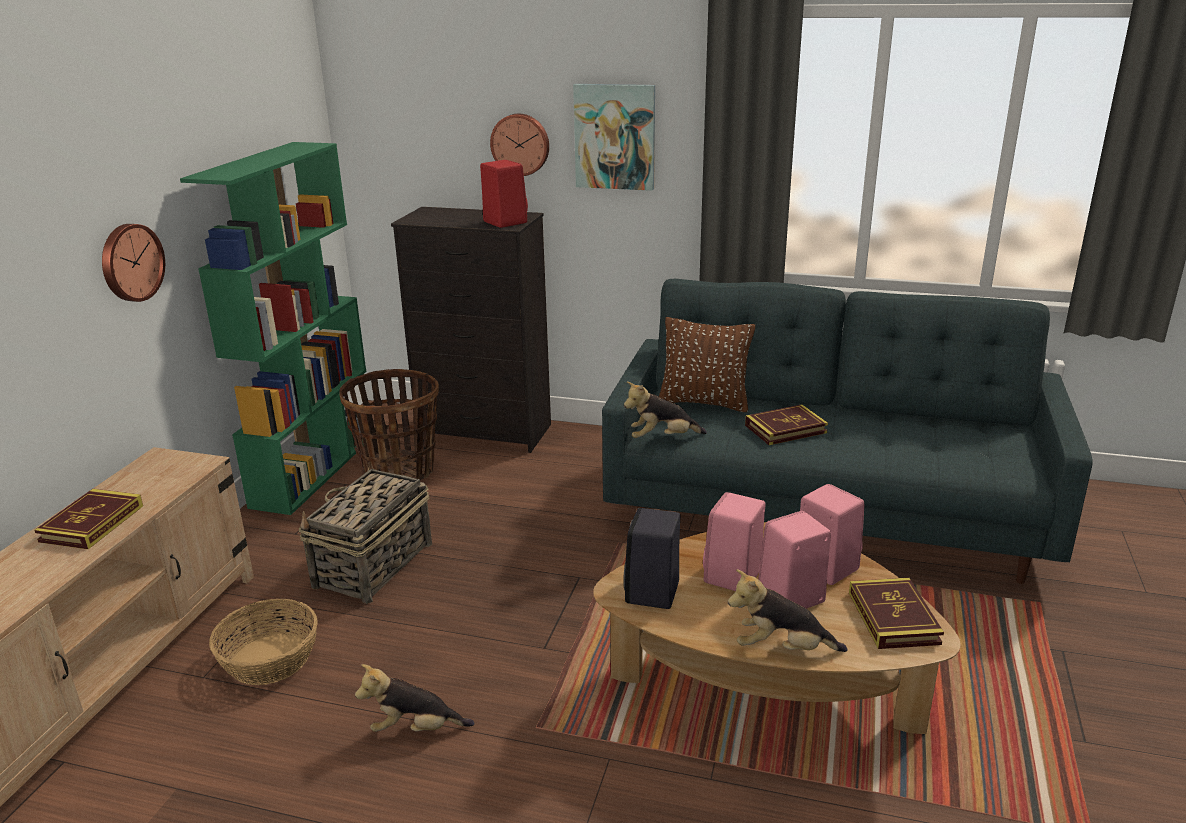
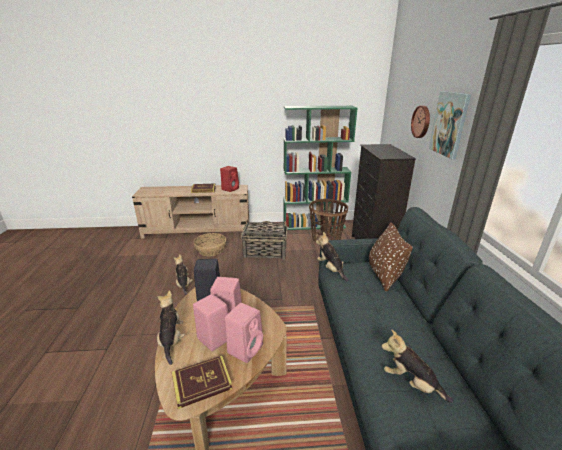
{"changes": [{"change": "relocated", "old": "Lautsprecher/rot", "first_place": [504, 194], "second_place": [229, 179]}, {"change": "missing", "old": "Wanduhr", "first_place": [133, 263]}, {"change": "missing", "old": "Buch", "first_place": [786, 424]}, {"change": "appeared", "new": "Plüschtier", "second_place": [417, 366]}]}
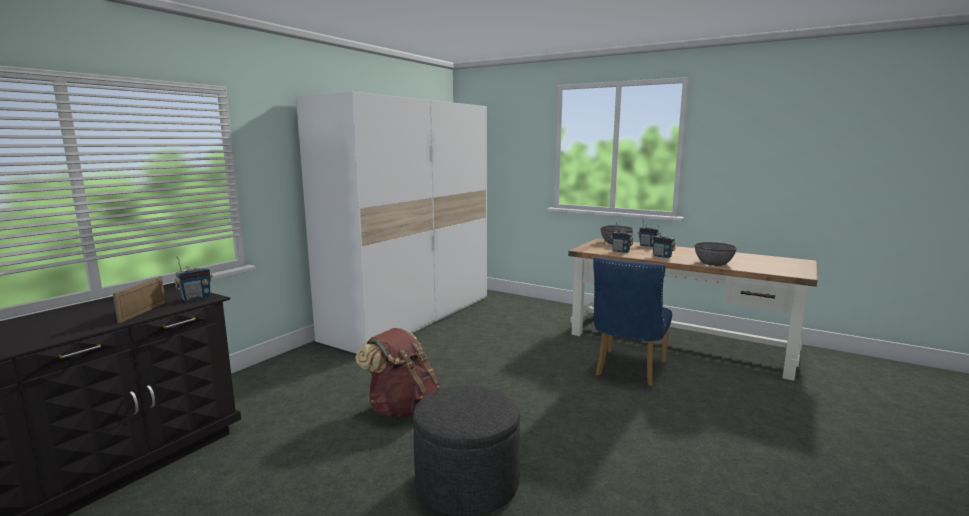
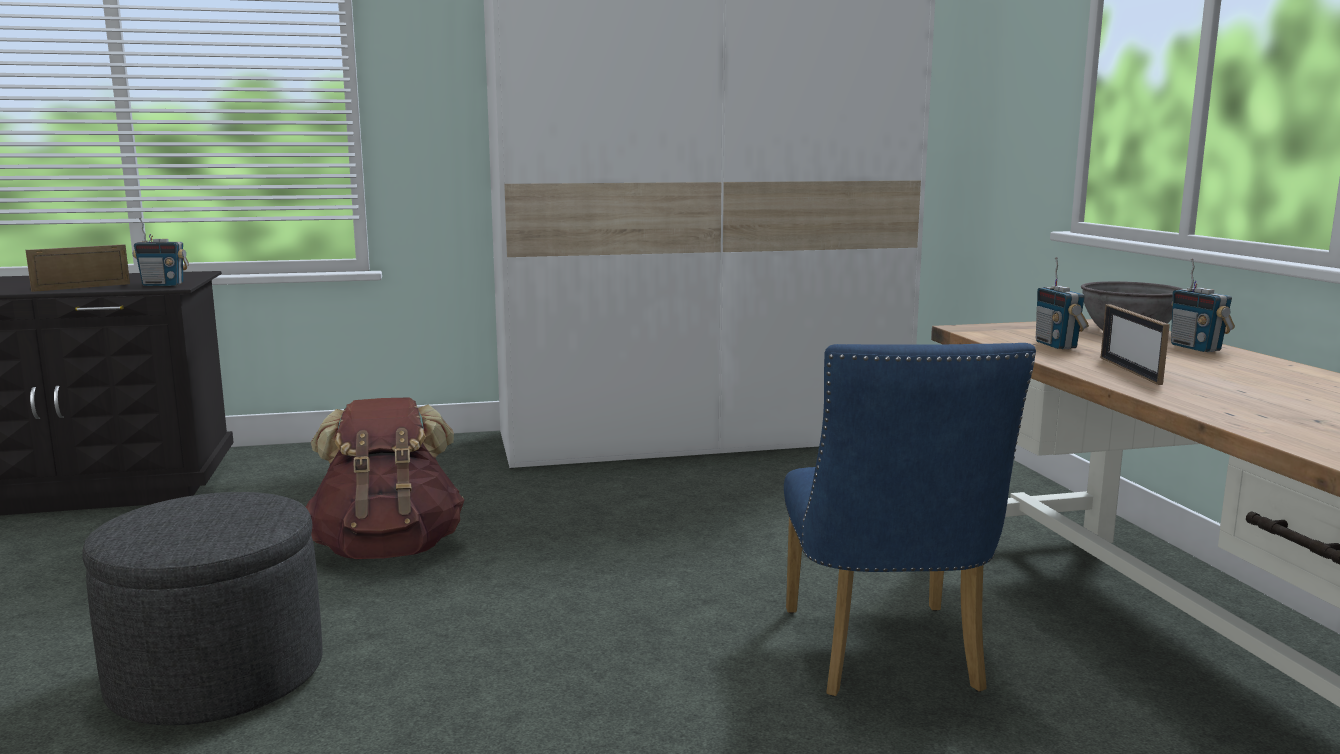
{"changes": [{"change": "exchanged", "old": "Radio", "new": "Bilderrahmen", "first_place": [663, 241], "second_place": [1135, 344]}, {"change": "missing", "old": "Schüssel/grau", "first_place": [715, 254]}, {"change": "spun", "old": "Stuhl/blau", "first_place": [632, 321], "second_place": [910, 519], "degrees": -75}]}
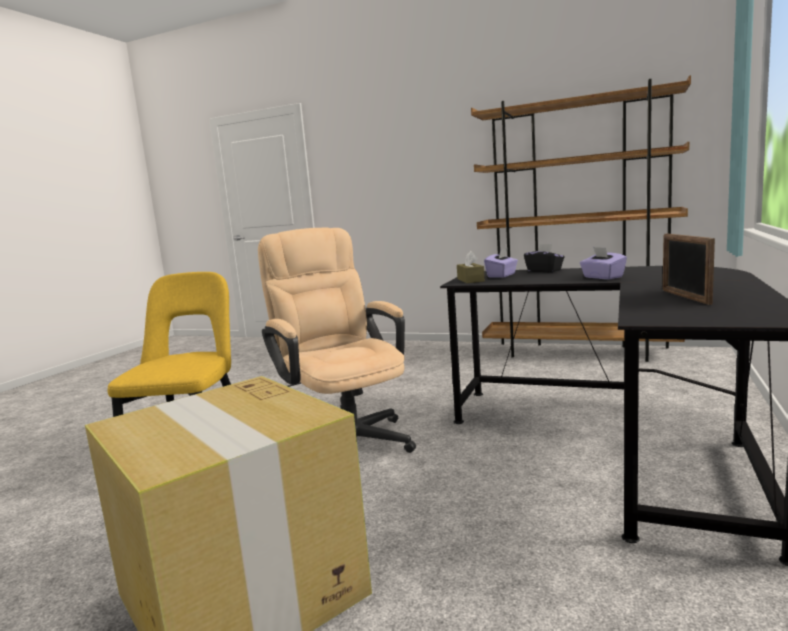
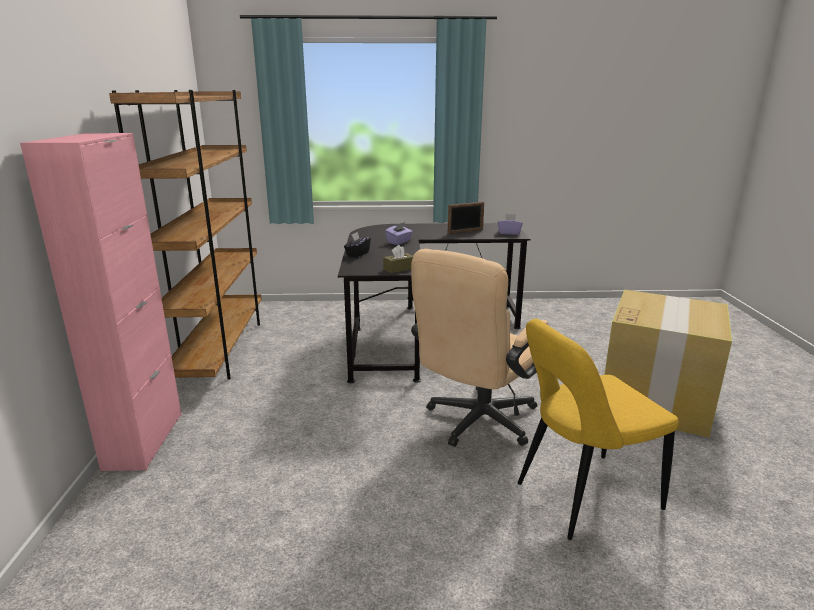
{"changes": [{"change": "relocated", "old": "Taschentuchbox/lila", "first_place": [501, 263], "second_place": [510, 224]}, {"change": "appeared", "new": "Schrank/rosa", "second_place": [101, 302]}]}
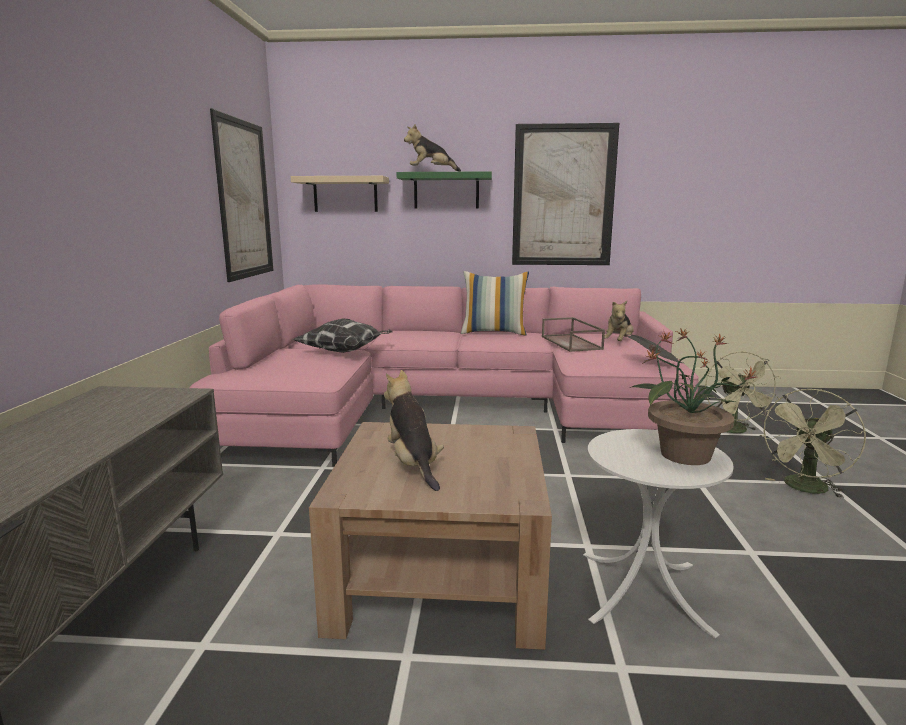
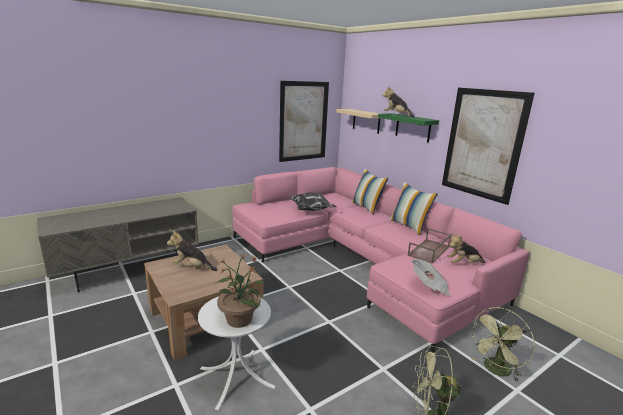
{"changes": [{"change": "spun", "old": "Plüschtier", "first_place": [414, 430], "second_place": [192, 251], "degrees": -105}, {"change": "appeared", "new": "Kissen", "second_place": [370, 192]}]}
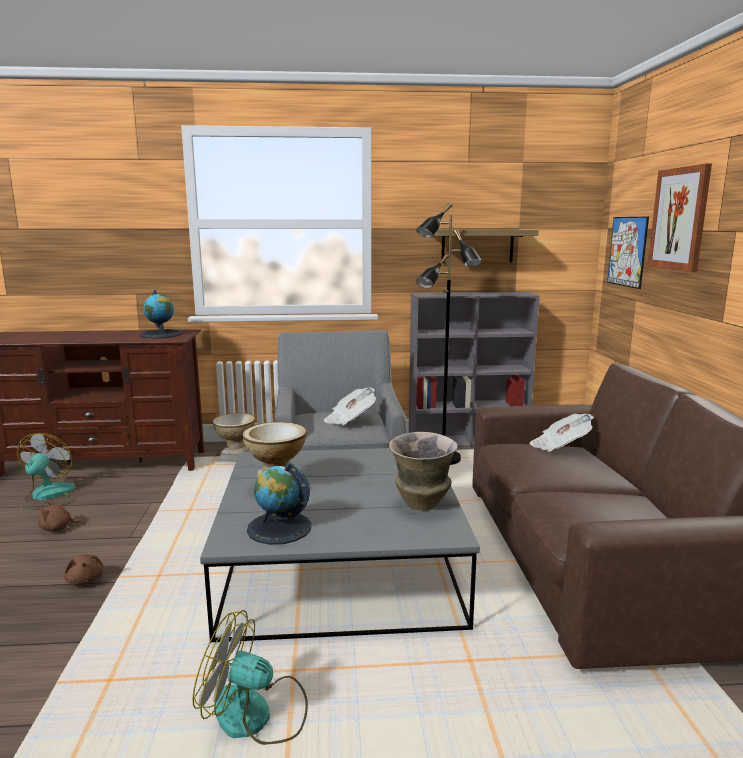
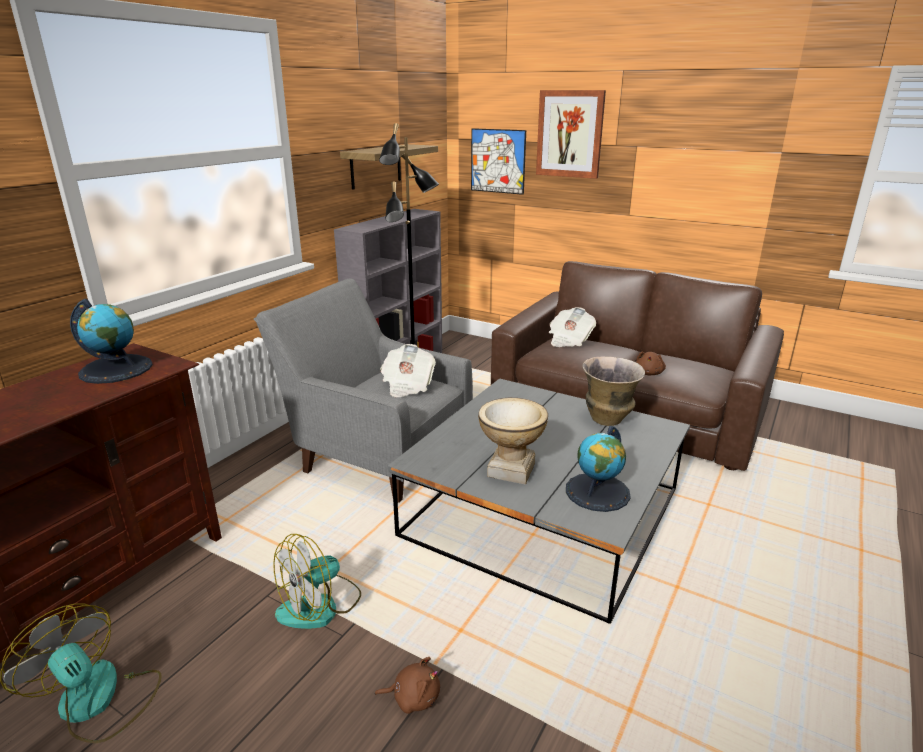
{"changes": [{"change": "missing", "old": "Vase", "first_place": [233, 437]}, {"change": "relocated", "old": "Plüschtier/braun", "first_place": [61, 516], "second_place": [651, 363]}, {"change": "relocated", "old": "Ventilator", "first_place": [250, 677], "second_place": [317, 581]}]}
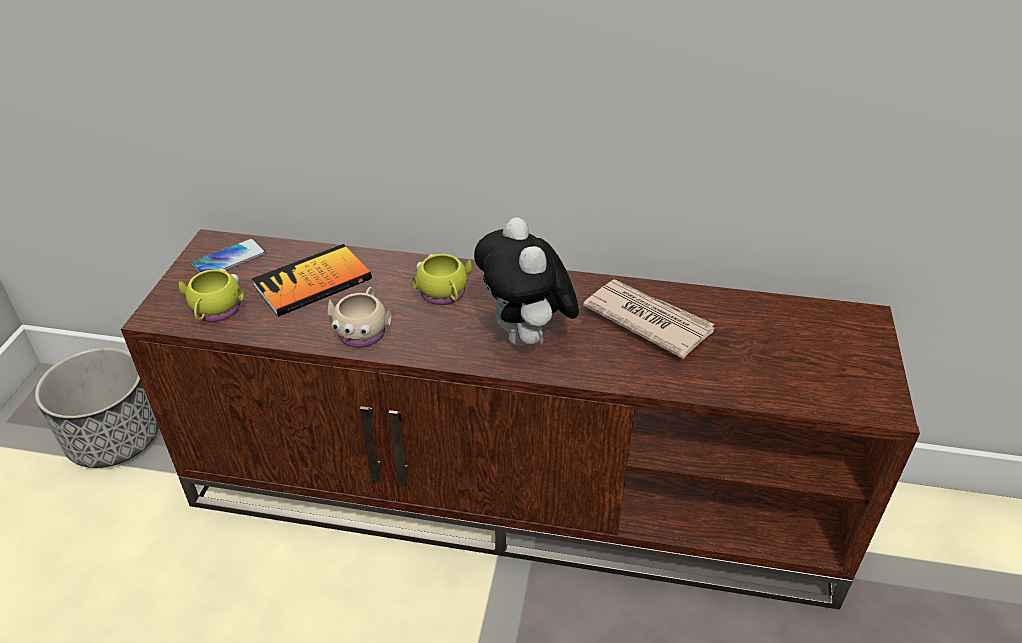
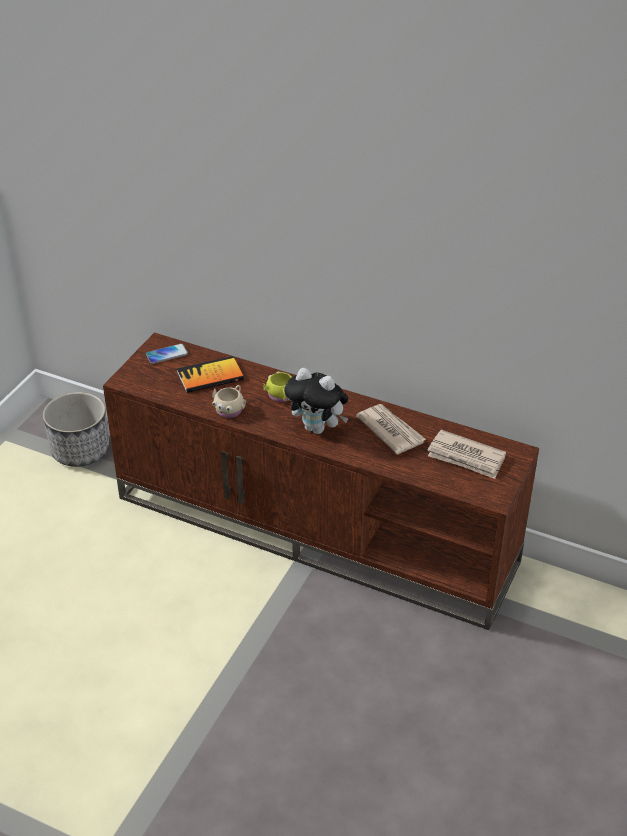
{"changes": [{"change": "spun", "old": "Plüschtier", "first_place": [526, 282], "second_place": [317, 401], "degrees": -60}, {"change": "missing", "old": "Henkelbecher/gelb", "first_place": [211, 295]}, {"change": "appeared", "new": "Zeitung", "second_place": [466, 454]}]}
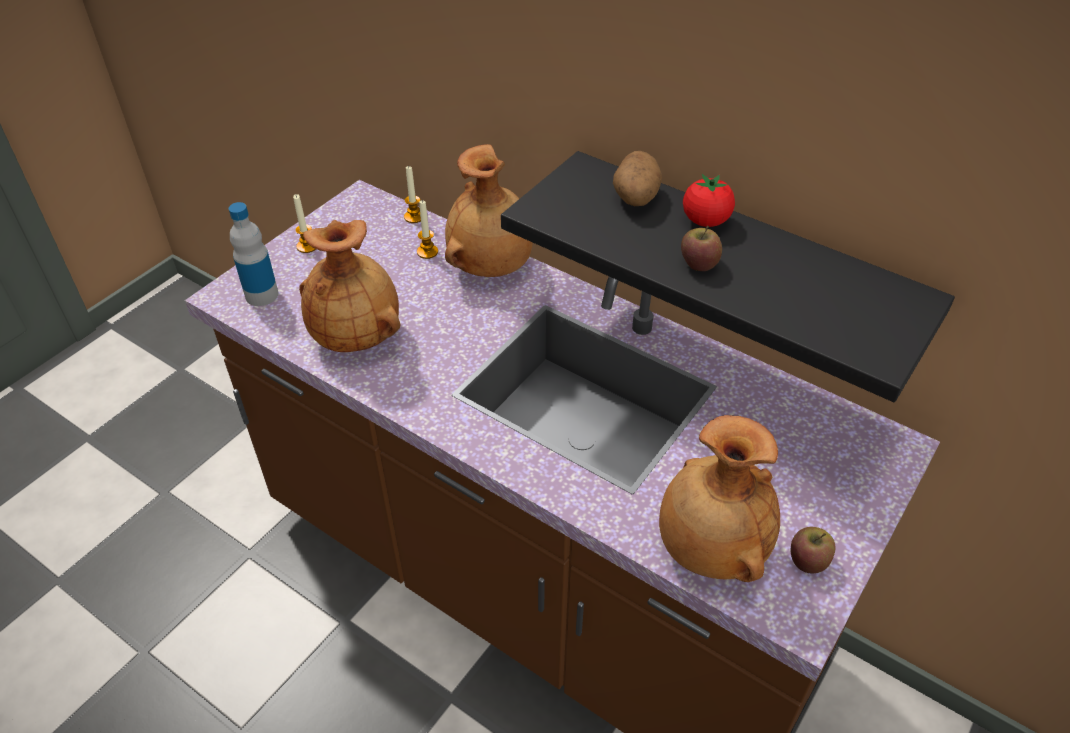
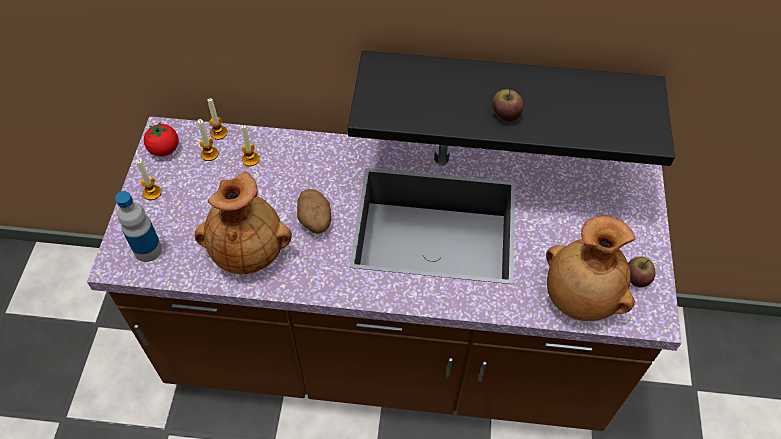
{"changes": [{"change": "missing", "old": "Vase/braun", "first_place": [489, 210]}, {"change": "relocated", "old": "Kartoffel", "first_place": [638, 178], "second_place": [314, 211]}, {"change": "relocated", "old": "Tomate", "first_place": [709, 200], "second_place": [161, 139]}, {"change": "appeared", "new": "Kerze", "second_place": [208, 140]}]}
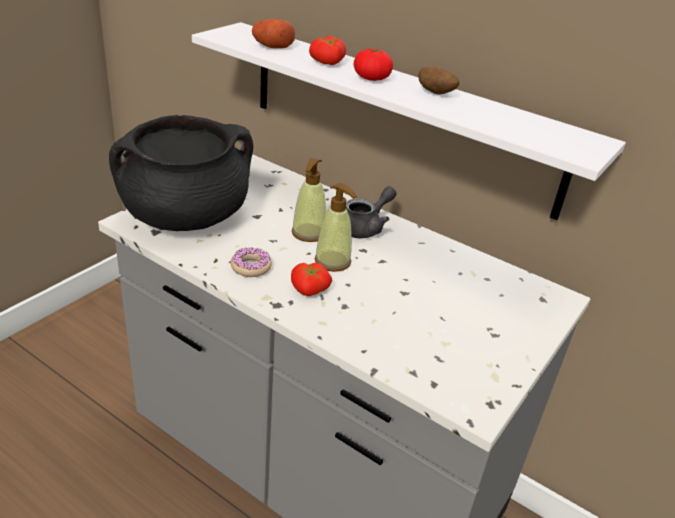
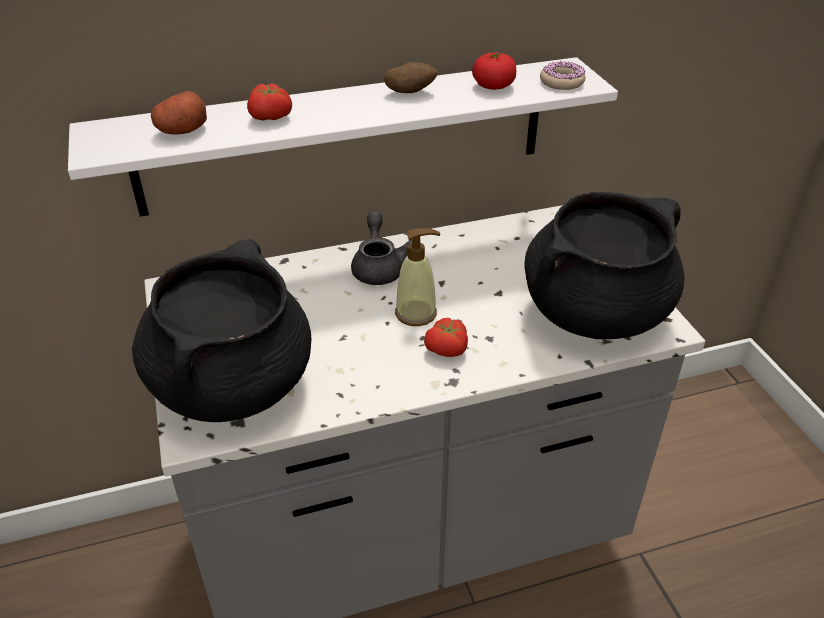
{"changes": [{"change": "relocated", "old": "Tomate", "first_place": [373, 64], "second_place": [494, 71]}, {"change": "missing", "old": "Seifenspender", "first_place": [309, 200]}, {"change": "relocated", "old": "Donut", "first_place": [251, 262], "second_place": [562, 75]}, {"change": "appeared", "new": "Kochtopf/schwarz", "second_place": [604, 265]}]}
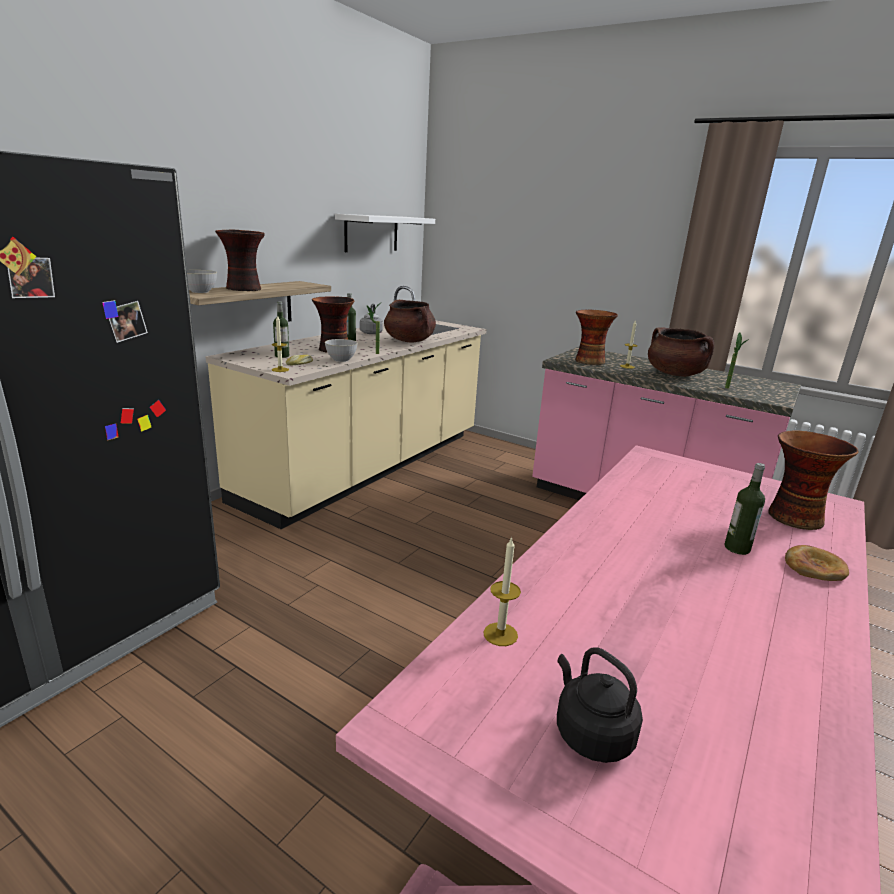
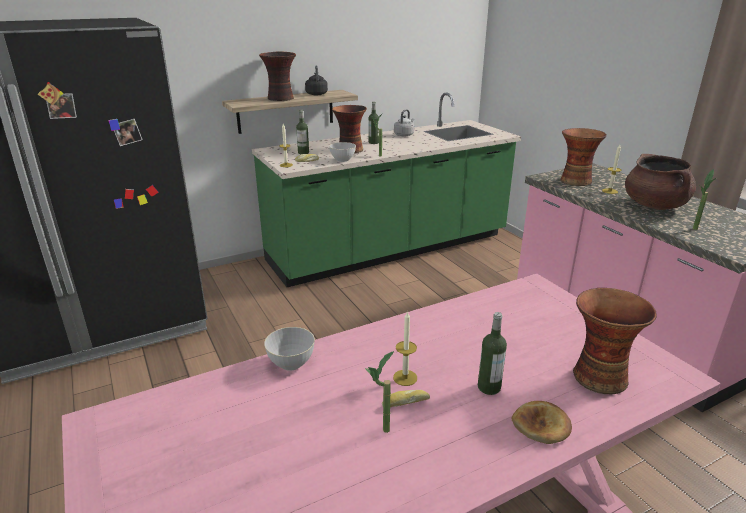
{"changes": [{"change": "missing", "old": "Wandregal/weiß", "first_place": [385, 233]}, {"change": "relocated", "old": "Schüssel/grau", "first_place": [202, 281], "second_place": [289, 349]}, {"change": "colour", "old": "Küchenzeile/beige", "new": "Küchenzeile/grün", "first_place": [346, 407], "second_place": [386, 190]}, {"change": "missing", "old": "Kochtopf/braun", "first_place": [410, 321]}, {"change": "relocated", "old": "Kerze", "first_place": [502, 591], "second_place": [405, 348]}, {"change": "relocated", "old": "Wasserkessel/schwarz", "first_place": [600, 705], "second_place": [316, 80]}, {"change": "appeared", "new": "Topfpflanze", "second_place": [379, 392]}, {"change": "appeared", "new": "Brot", "second_place": [406, 398]}]}
